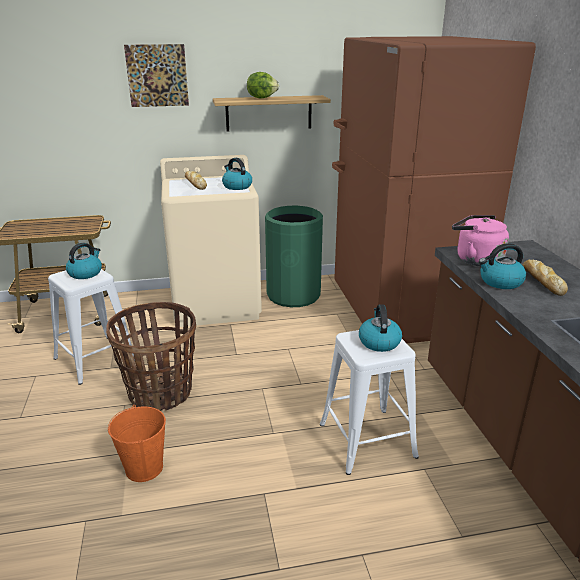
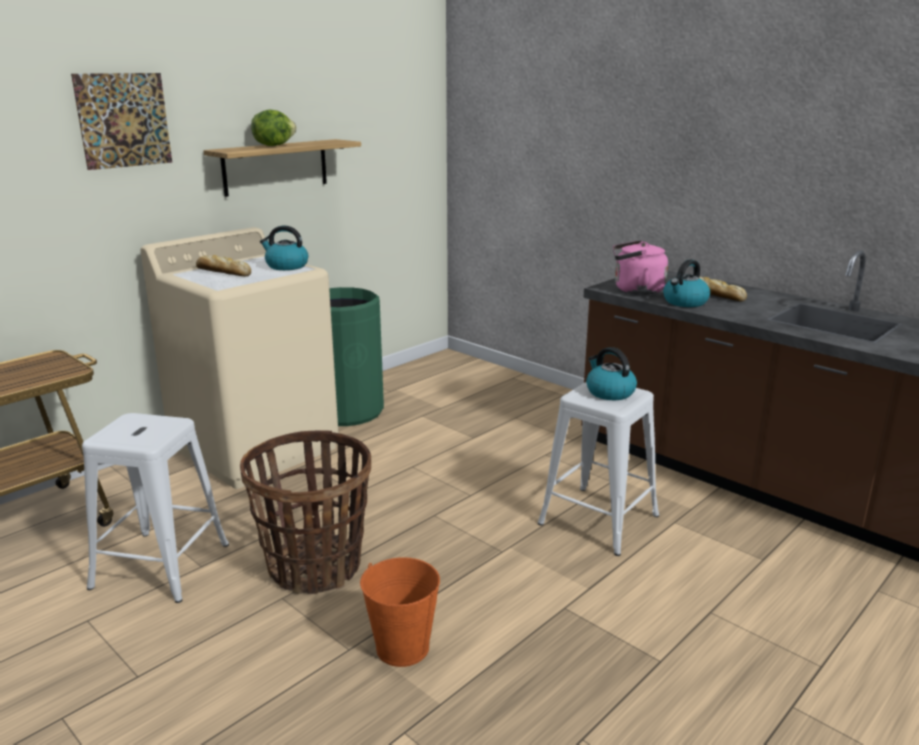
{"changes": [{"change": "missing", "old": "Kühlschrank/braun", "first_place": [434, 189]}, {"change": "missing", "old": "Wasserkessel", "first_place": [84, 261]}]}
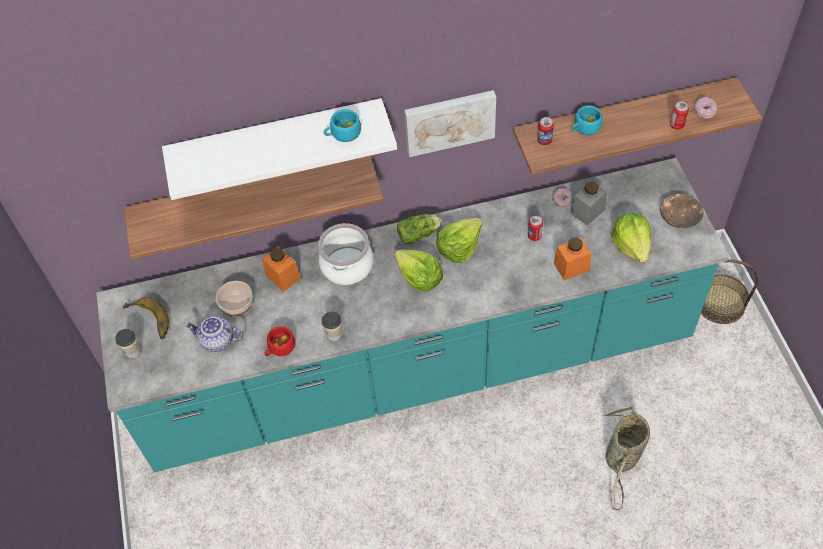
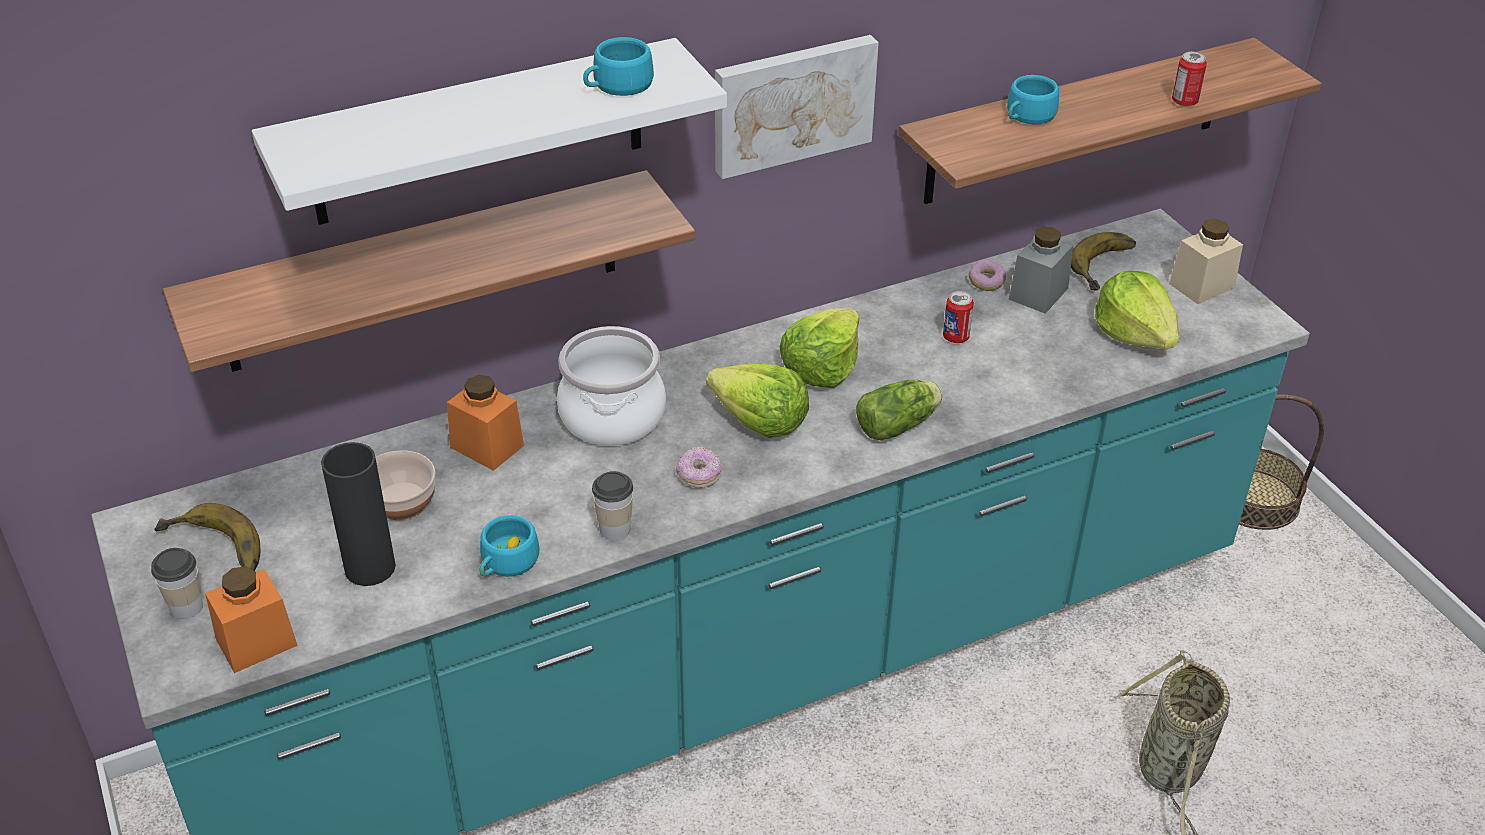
{"changes": [{"change": "relocated", "old": "Donut", "first_place": [705, 107], "second_place": [699, 467]}, {"change": "missing", "old": "Dose", "first_place": [545, 131]}, {"change": "exchanged", "old": "Schüssel/braun", "new": "Vorratsglas/beige", "first_place": [681, 211], "second_place": [1206, 261]}, {"change": "relocated", "old": "Salatkopf", "first_place": [419, 229], "second_place": [899, 410]}, {"change": "relocated", "old": "Vorratsglas/orange", "first_place": [572, 259], "second_place": [251, 619]}, {"change": "exchanged", "old": "Teekanne", "new": "Vase/schwarz", "first_place": [213, 334], "second_place": [358, 514]}, {"change": "colour", "old": "Tasse/rot", "new": "Tasse/türkis", "first_place": [280, 341], "second_place": [509, 546]}, {"change": "appeared", "new": "Banane", "second_place": [1103, 261]}]}
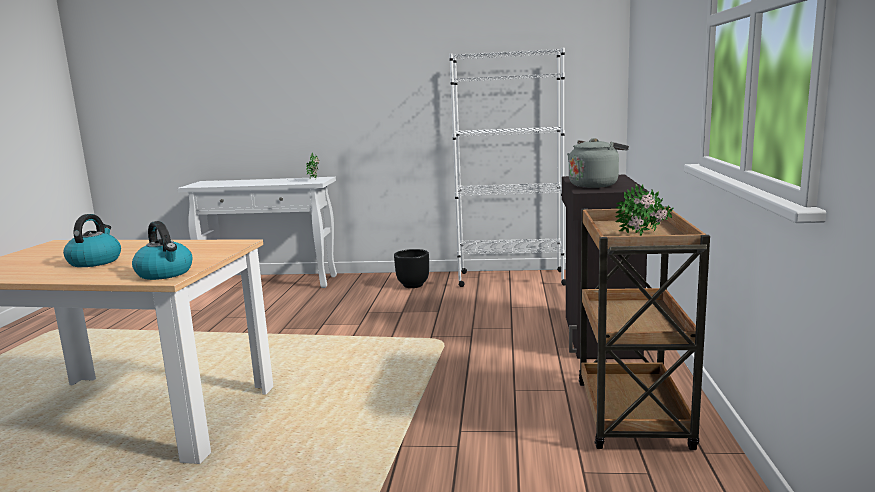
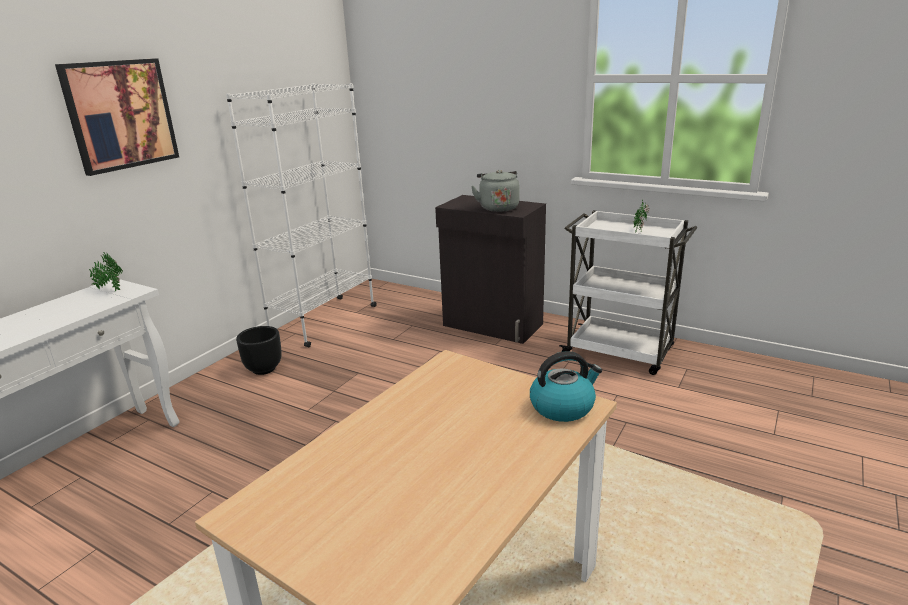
{"changes": [{"change": "colour", "old": "Rollwagen/braun", "new": "Rollwagen/weiß", "first_place": [644, 328], "second_place": [628, 292]}, {"change": "missing", "old": "Wasserkessel", "first_place": [92, 240]}, {"change": "appeared", "new": "Bild", "second_place": [117, 117]}]}
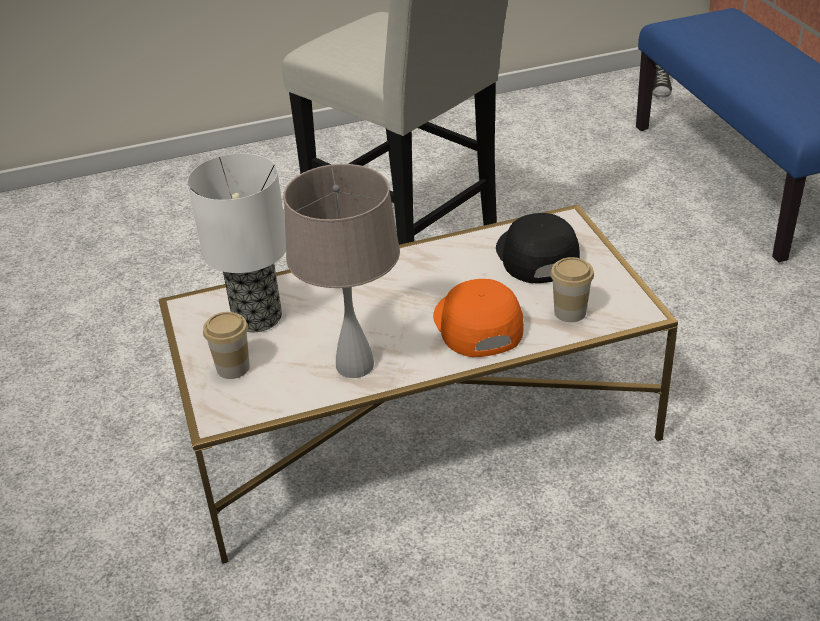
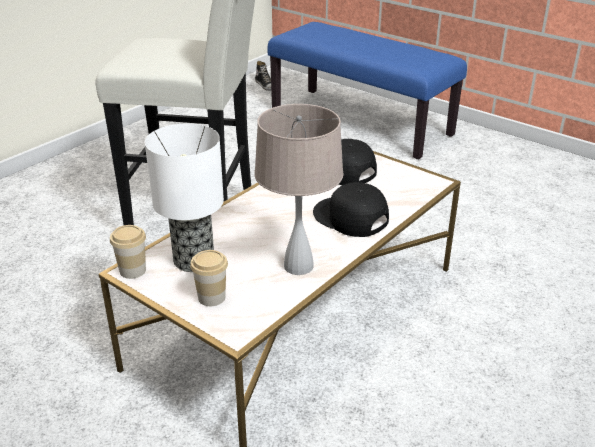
{"changes": [{"change": "relocated", "old": "Tasse", "first_place": [572, 289], "second_place": [128, 252]}, {"change": "colour", "old": "Kappe/orange", "new": "Kappe/schwarz", "first_place": [478, 318], "second_place": [351, 209]}]}
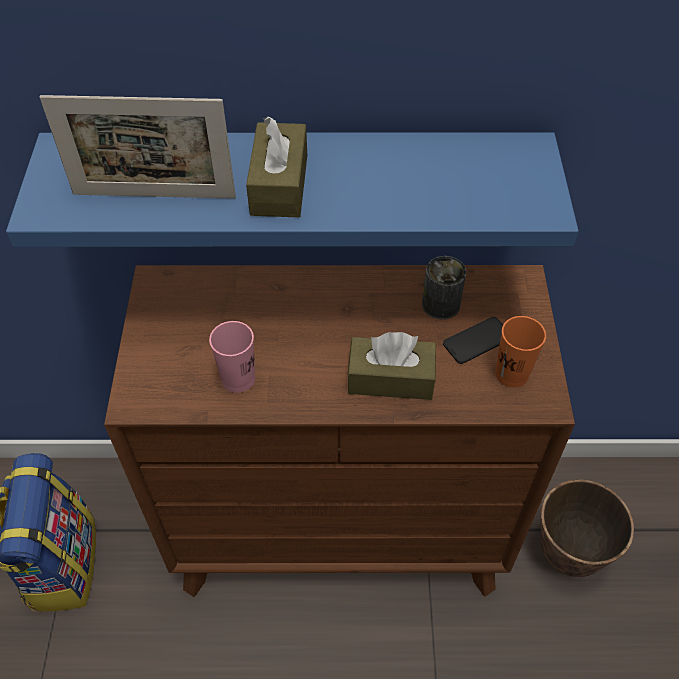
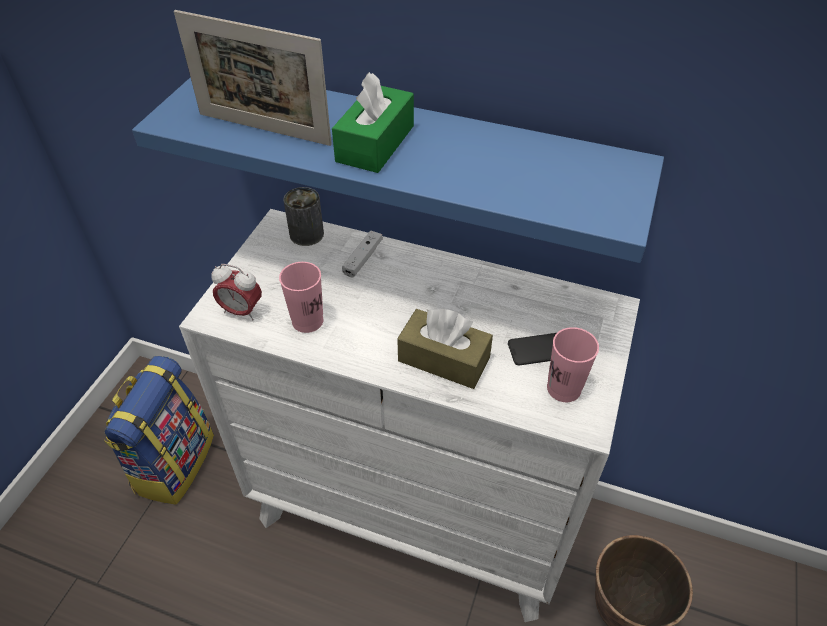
{"changes": [{"change": "colour", "old": "Taschentuchbox/braun", "new": "Taschentuchbox/grün", "first_place": [276, 166], "second_place": [373, 122]}, {"change": "relocated", "old": "Dose", "first_place": [444, 288], "second_place": [303, 216]}, {"change": "colour", "old": "Kommode/braun", "new": "Kommode/weiß", "first_place": [339, 431], "second_place": [409, 415]}, {"change": "colour", "old": "Tasse/orange", "new": "Tasse/rosa", "first_place": [520, 352], "second_place": [573, 364]}, {"change": "appeared", "new": "Gamepad/weiß", "second_place": [362, 254]}, {"change": "appeared", "new": "Wecker", "second_place": [237, 292]}]}
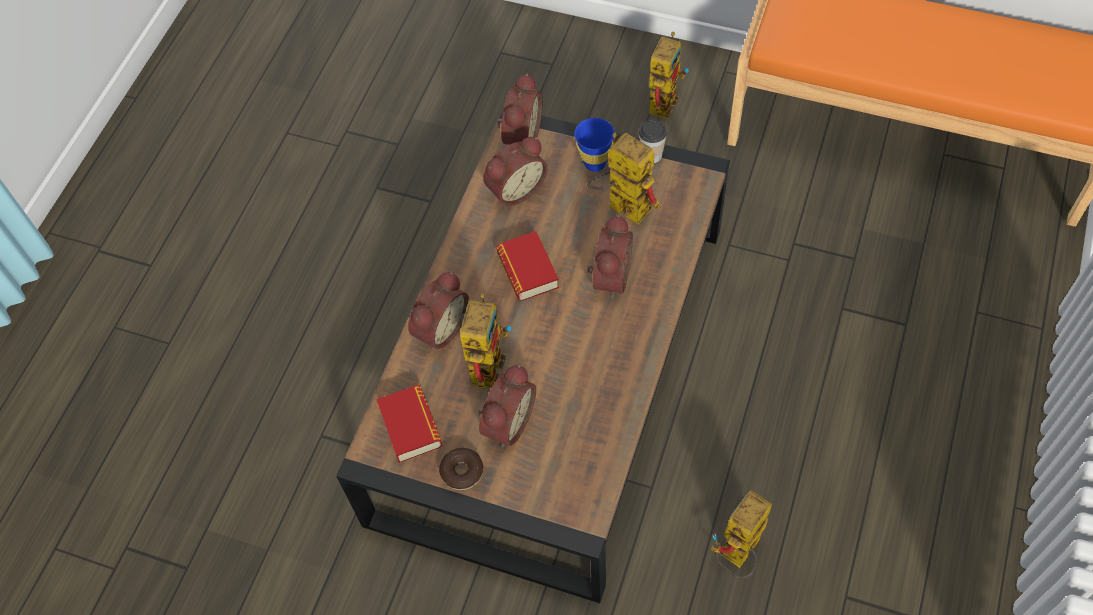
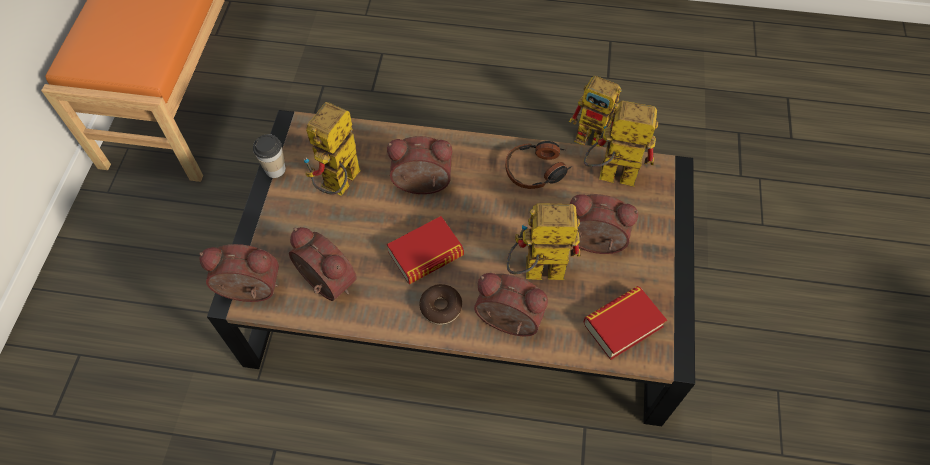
{"changes": [{"change": "relocated", "old": "Spielzeugroboter", "first_place": [669, 75], "second_place": [620, 144]}, {"change": "missing", "old": "Tasse/blau", "first_place": [595, 145]}, {"change": "relocated", "old": "Donut", "first_place": [461, 469], "second_place": [440, 304]}, {"change": "appeared", "new": "Kopfhörer", "second_place": [538, 165]}]}
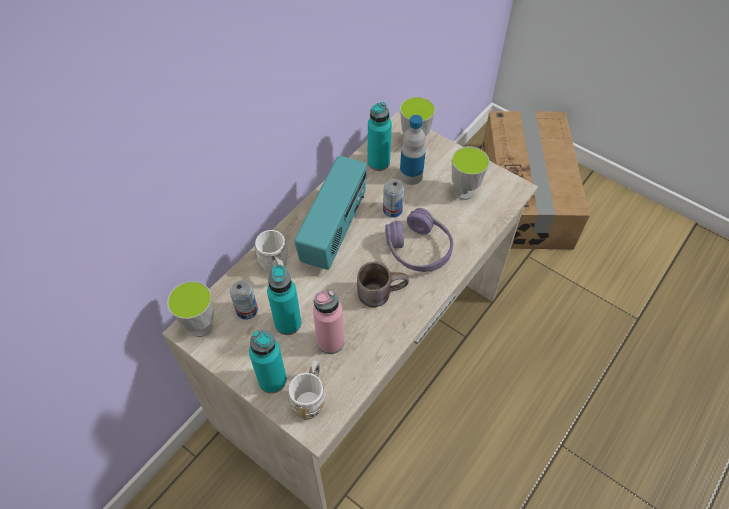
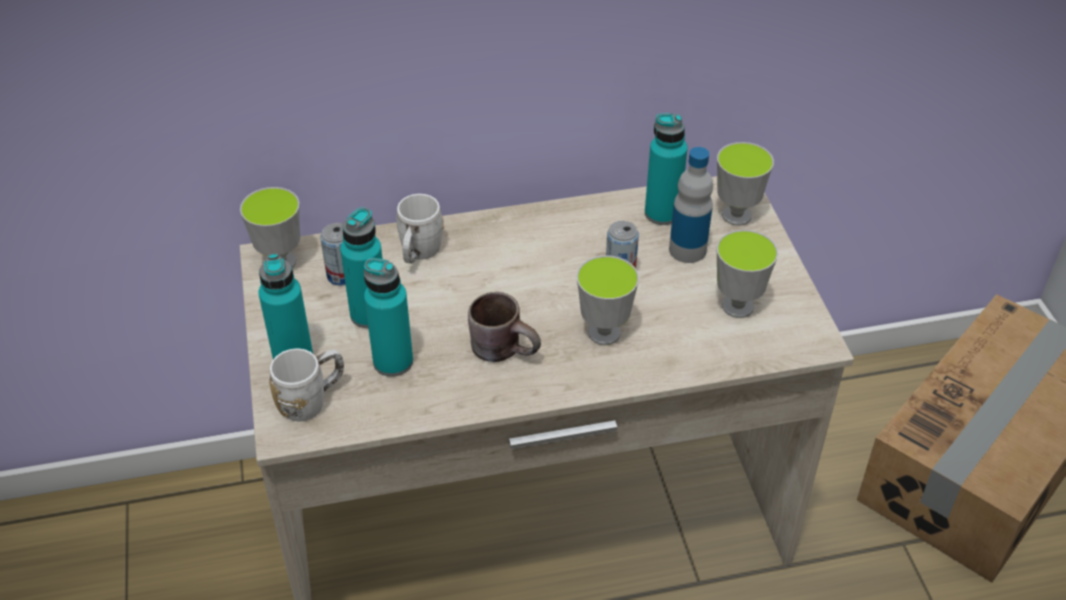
{"changes": [{"change": "missing", "old": "Radio", "first_place": [330, 213]}, {"change": "exchanged", "old": "Kopfhörer/lila", "new": "Tasse", "first_place": [419, 240], "second_place": [608, 300]}, {"change": "colour", "old": "Flasche/rosa", "new": "Flasche/türkis", "first_place": [328, 322], "second_place": [388, 317]}]}
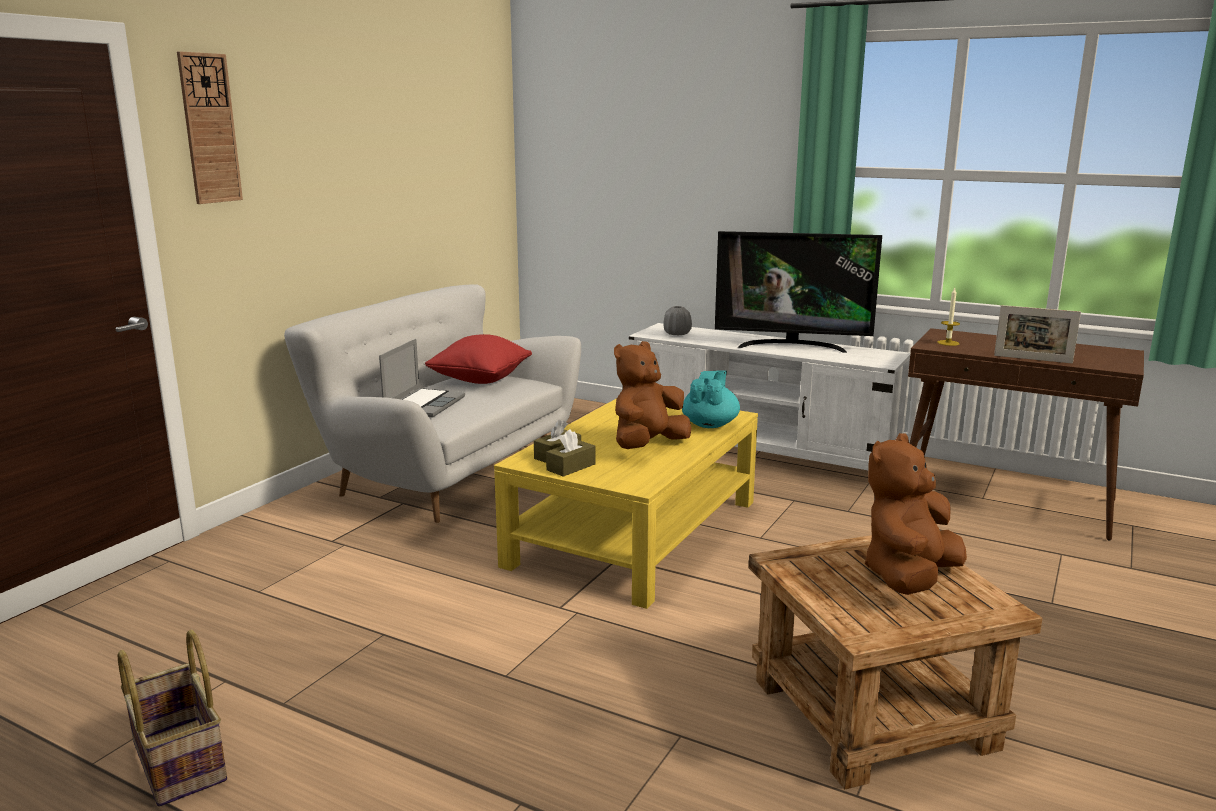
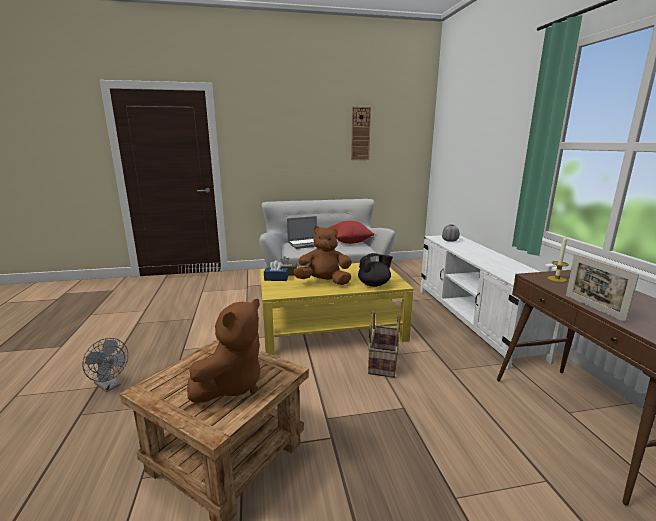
{"changes": [{"change": "relocated", "old": "Wanduhr", "first_place": [210, 127], "second_place": [361, 133]}, {"change": "missing", "old": "Fernseher", "first_place": [798, 292]}, {"change": "colour", "old": "Teekanne/türkis", "new": "Teekanne/schwarz", "first_place": [711, 399], "second_place": [375, 270]}, {"change": "colour", "old": "Taschentuchbox/braun", "new": "Taschentuchbox/blau", "first_place": [571, 453], "second_place": [276, 270]}, {"change": "spun", "old": "Plüschtier/braun", "first_place": [916, 514], "second_place": [224, 351], "degrees": 120}, {"change": "relocated", "old": "Korb", "first_place": [172, 718], "second_place": [384, 344]}, {"change": "appeared", "new": "Ventilator/grau", "second_place": [105, 365]}]}
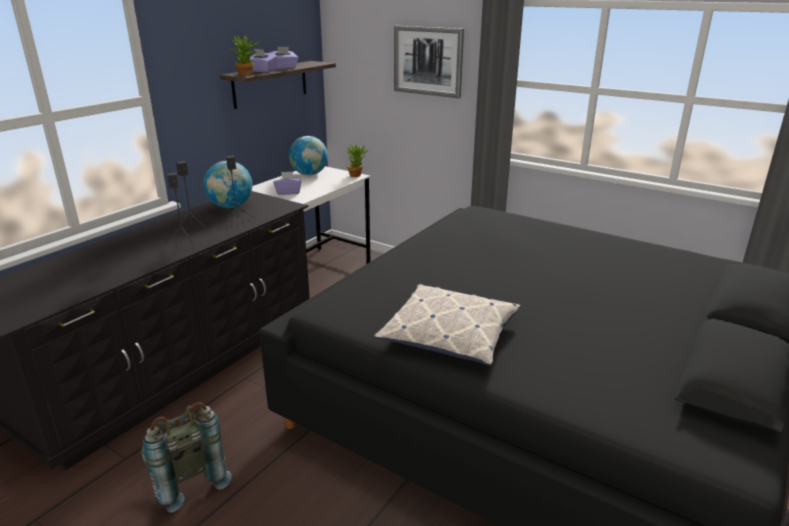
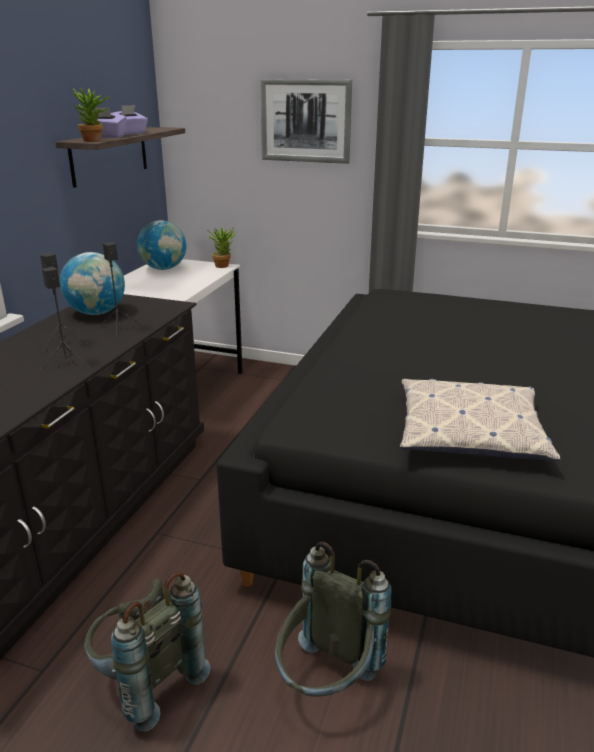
{"changes": [{"change": "missing", "old": "Taschentuchbox/lila", "first_place": [287, 183]}, {"change": "appeared", "new": "Rucksack/grau", "second_place": [333, 619]}]}
